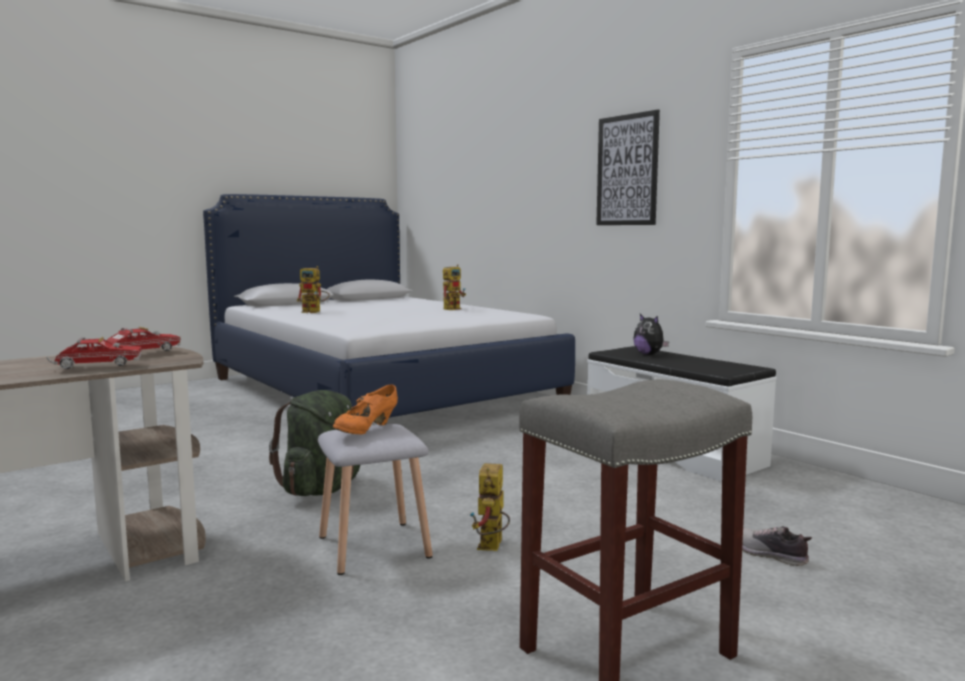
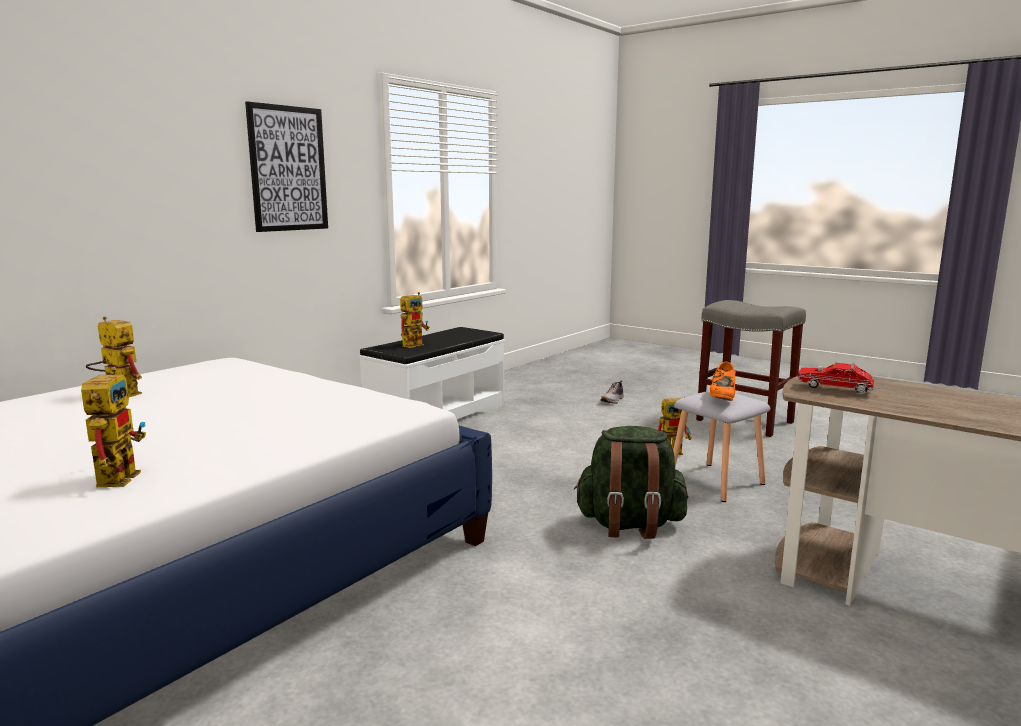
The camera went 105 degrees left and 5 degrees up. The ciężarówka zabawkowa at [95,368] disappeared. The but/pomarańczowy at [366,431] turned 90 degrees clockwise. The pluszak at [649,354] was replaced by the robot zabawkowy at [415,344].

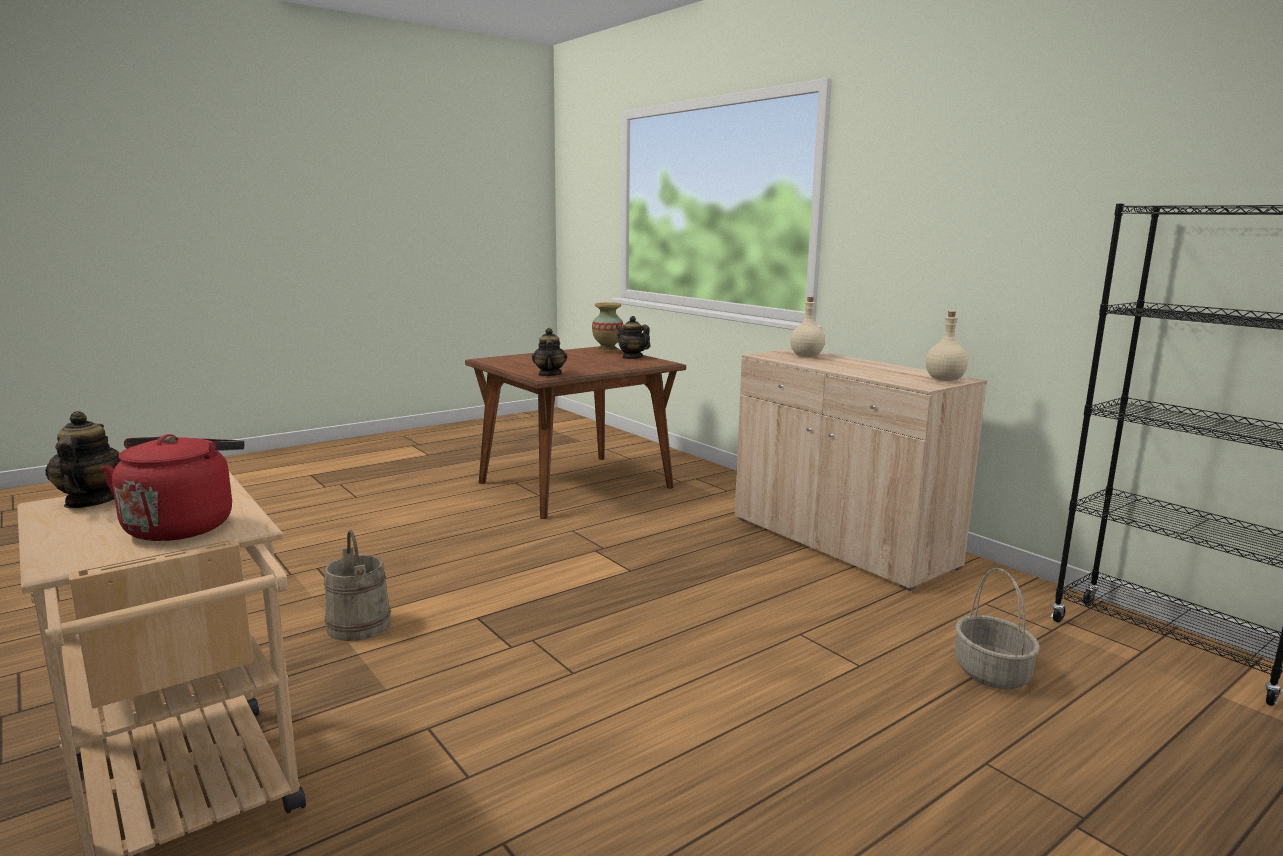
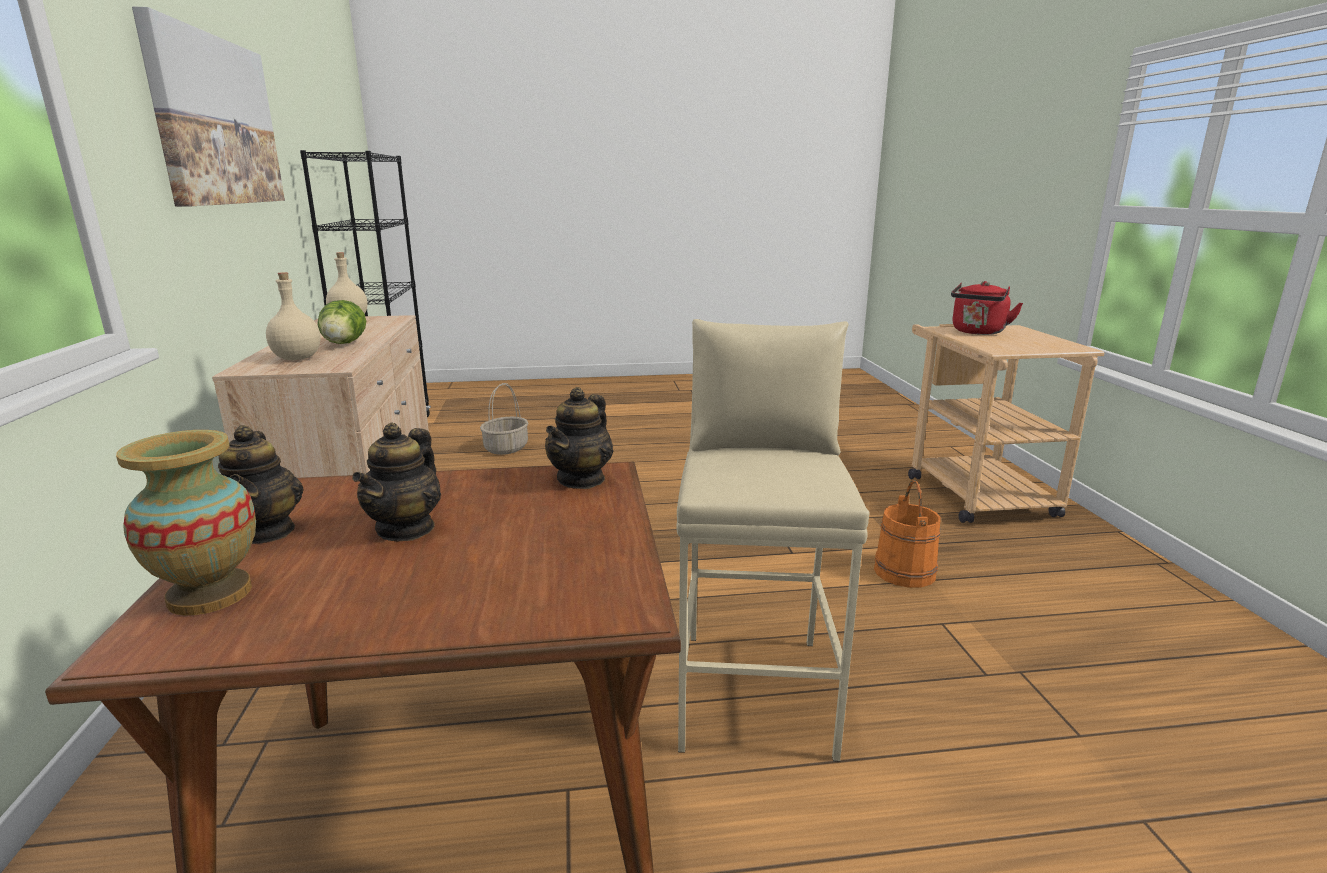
The camera went 150 degrees left and 5 degrees up. The imbryk moved from [91,501] to [406,528]. The wiadro/beżowy at [358,625] became the wiadro/pomarańczowy at [905,571]. The obraz at [216,121] appeared. The sałata at [343,344] appeared. The stołek/beżowy at [755,691] appeared.

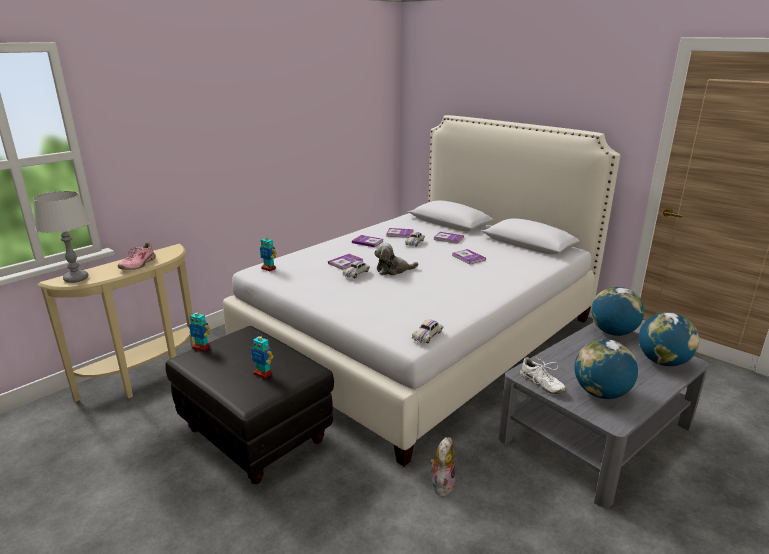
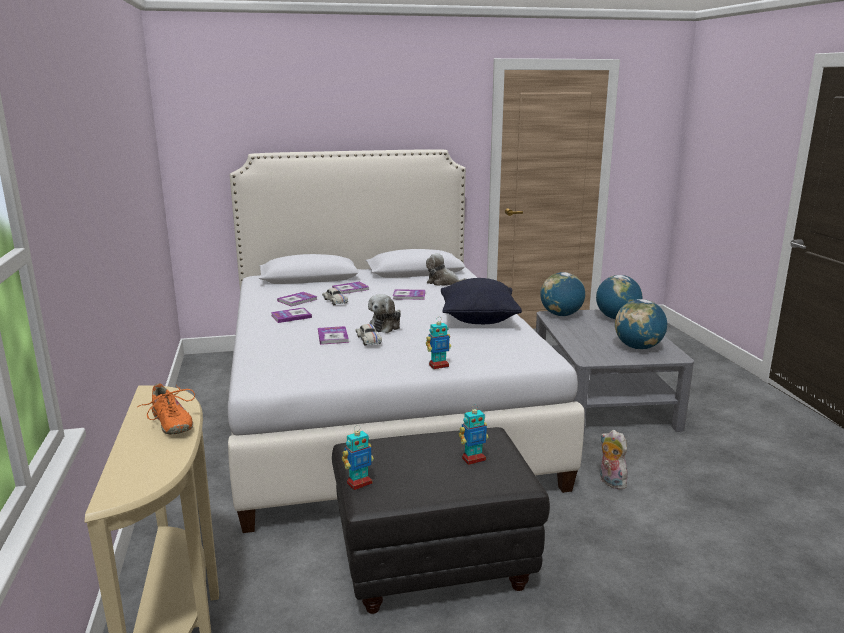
The camera went 55 degrees left and 5 degrees down. The lampa stołowa/szary at [76,278] disappeared. The but/różowy at [138,264] became the but/pomarańczowy at [171,423]. The robot zabawkowy moved from [269,268] to [438,365]. The samochodzik/biały at [427,335] disappeared. The but/biały at [541,384] disappeared. The pluszak at [443,282] appeared. The poduszka/czarny at [478,320] appeared.

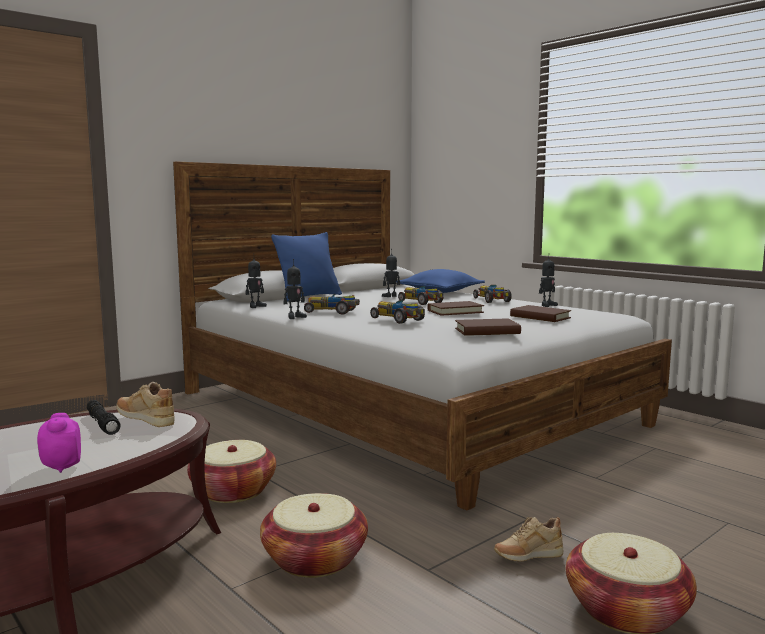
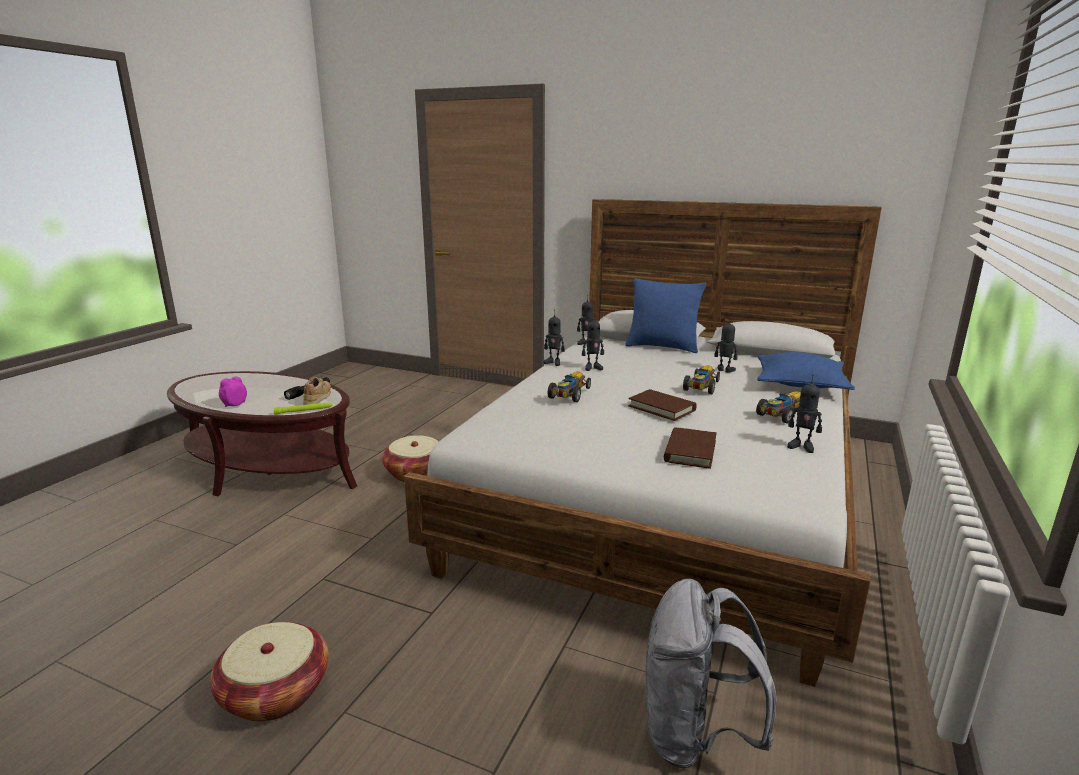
The camera went 65 degrees right and 10 degrees up. The koszyk at [314,559] disappeared. The samochodzik at [333,312] was replaced by the robot zabawkowy at [592,368]. The książka/brązowy at [487,331] disappeared. The but/beżowy at [527,557] disappeared. The latarka/zielony at [304,411] appeared. The plecak/szary at [695,735] appeared.

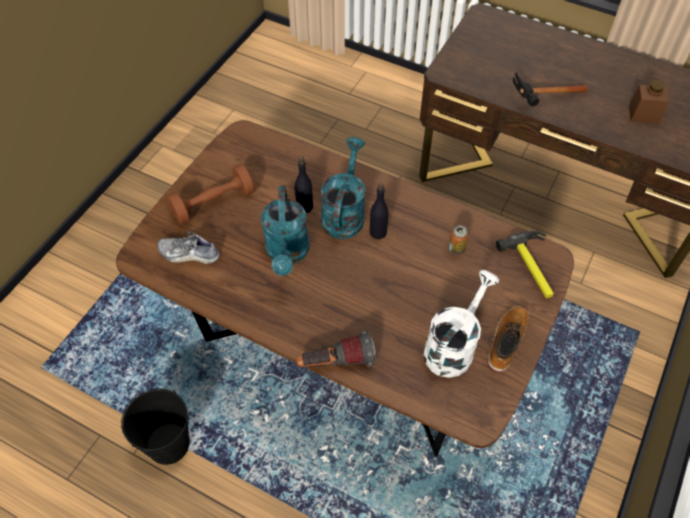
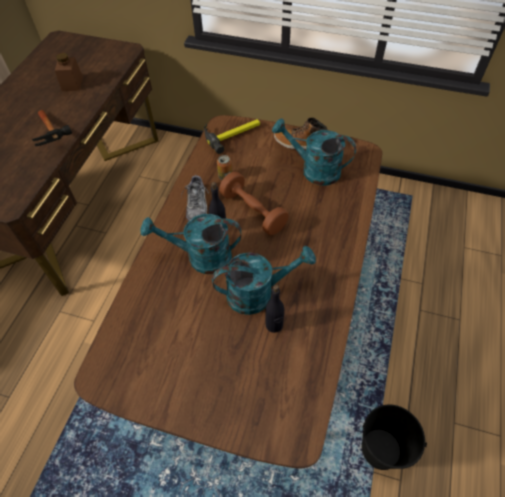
The camera went 100 degrees left and 0 degrees up. The but moved from [189,254] to [197,204]. The hantel/brązowy moved from [213,203] to [253,211]. The butelka/czarny moved from [304,207] to [274,325]. The latarka at [336,363] disappeared. The konewka/biały at [453,346] became the konewka/turkusowy at [313,170].

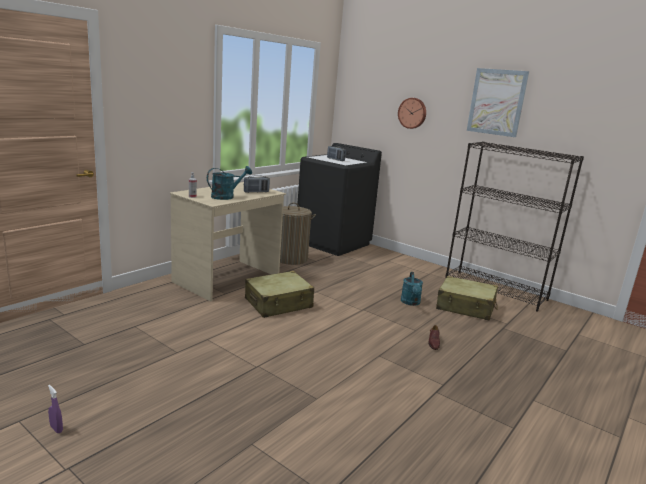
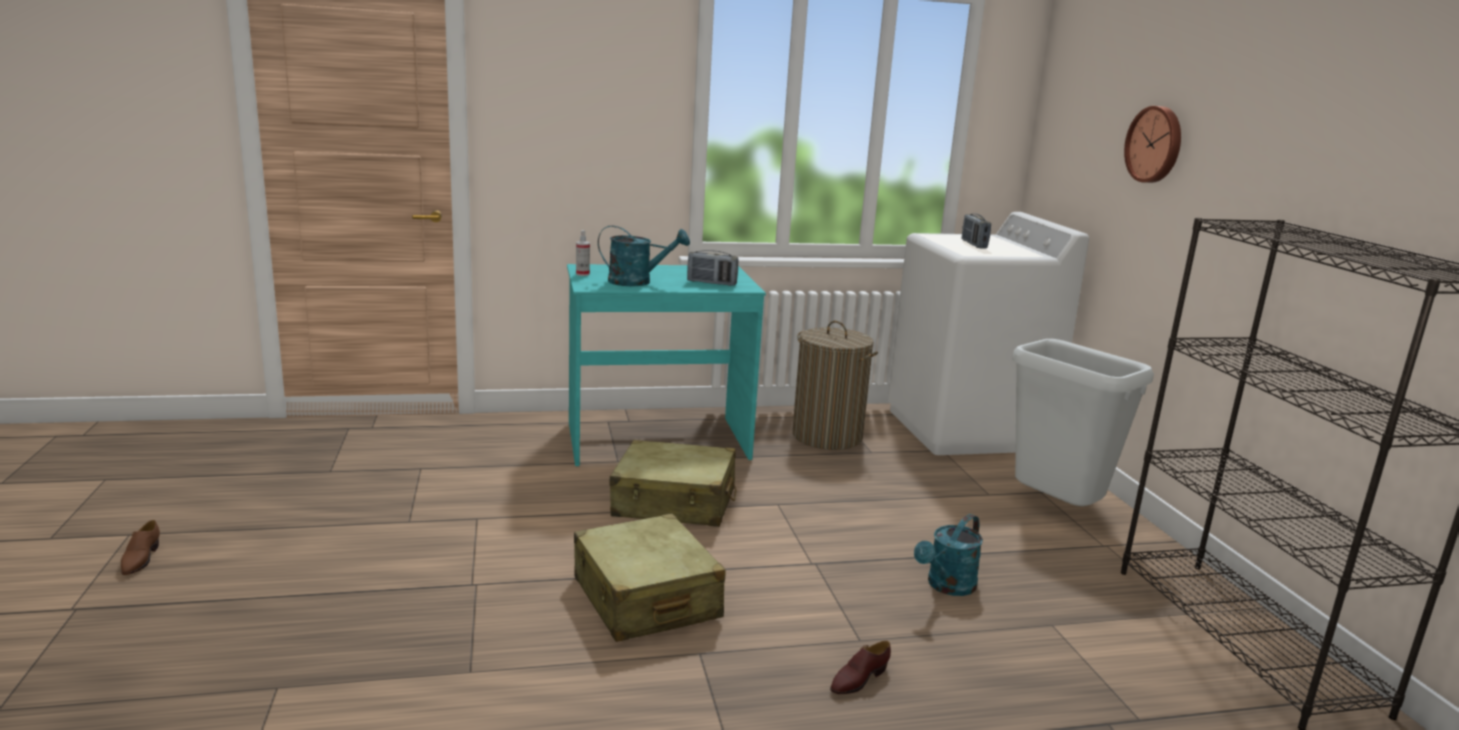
The camera went 40 degrees right and 0 degrees up. The spryskiwacz/fioletowy at [56,429] was replaced by the but/brązowy at [140,559]. The biurko/beżowy at [227,279] became the biurko/turkusowy at [657,441]. The pralka/czarny at [333,243] became the pralka/biały at [966,430]. The walizka/beżowy moved from [465,307] to [646,599]. The obraz at [496,102] disappeared. The kosz na śmieci/szary at [1056,511] appeared.

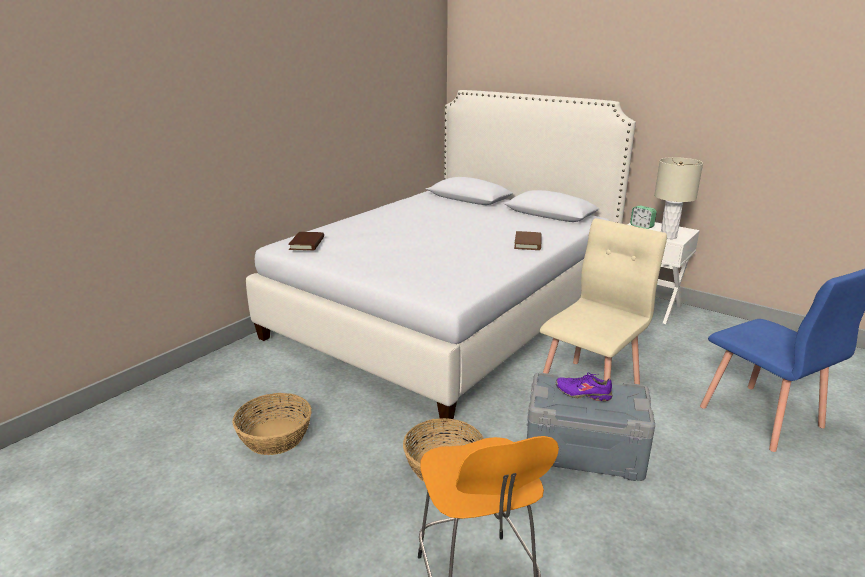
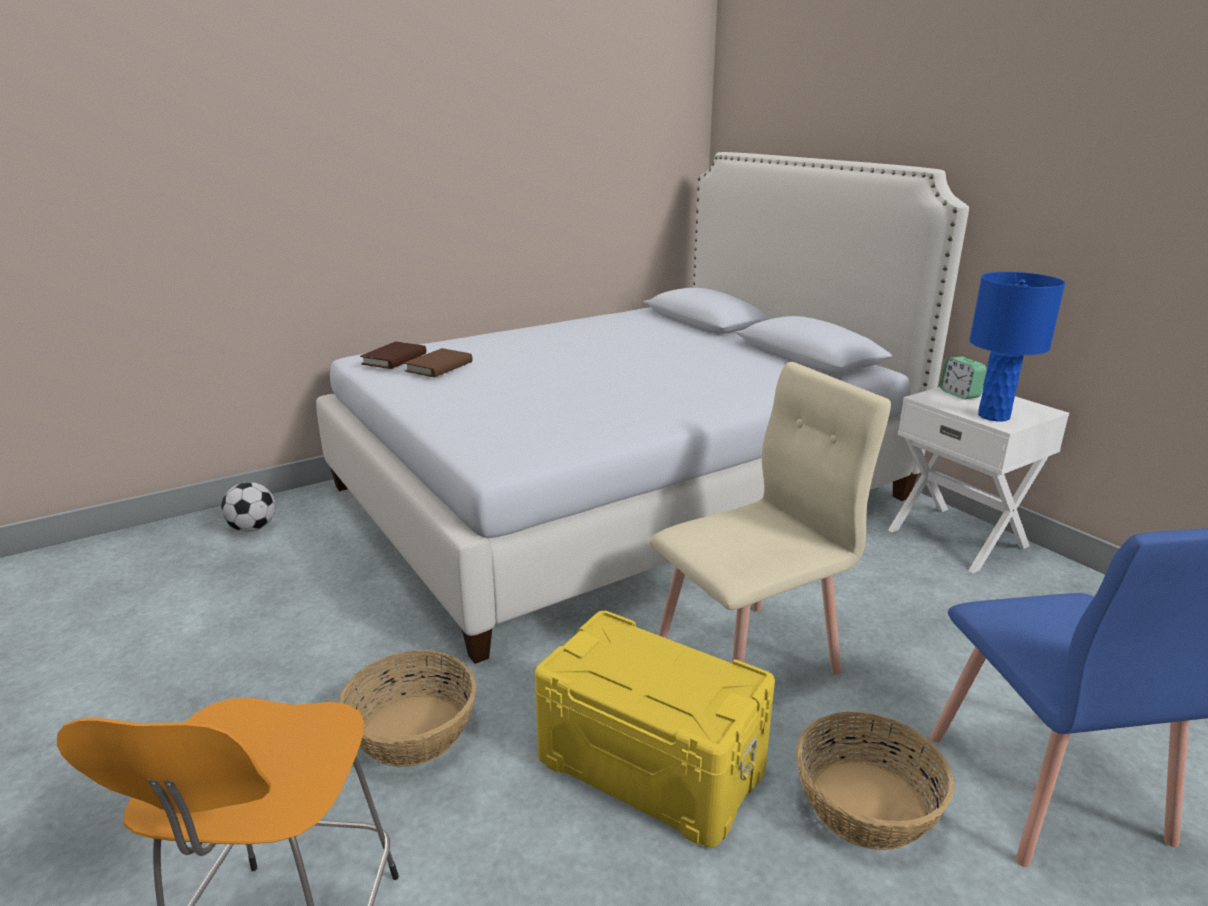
The camera went 20 degrees right and 0 degrees up. The koszyk moved from [274,436] to [865,803]. The książka/brązowy moved from [528,243] to [439,367]. The pojemnik do przechowywania/szary at [584,452] became the pojemnik do przechowywania/żółty at [650,766]. The but/fioletowy at [583,393] disappeared. The lampa stołowa/beżowy at [668,236] became the lampa stołowa/niebieski at [993,416]. The piłka futbolowa at [253,528] appeared.

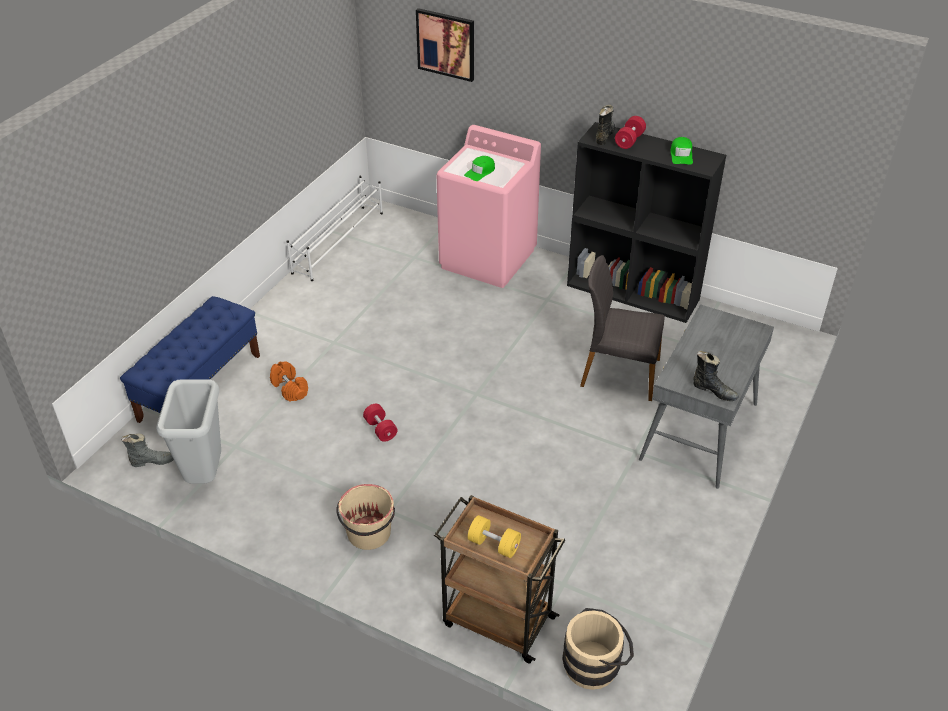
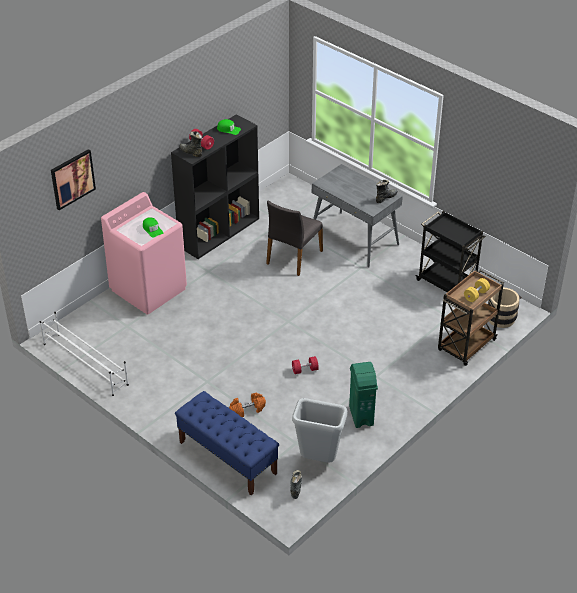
The camera went 75 degrees left and 0 degrees up. The wiadro/beżowy at [369,534] disappeared. The kosz na śmieci/zielony at [361,415] appeared. The wózek/czarny at [447,284] appeared.

